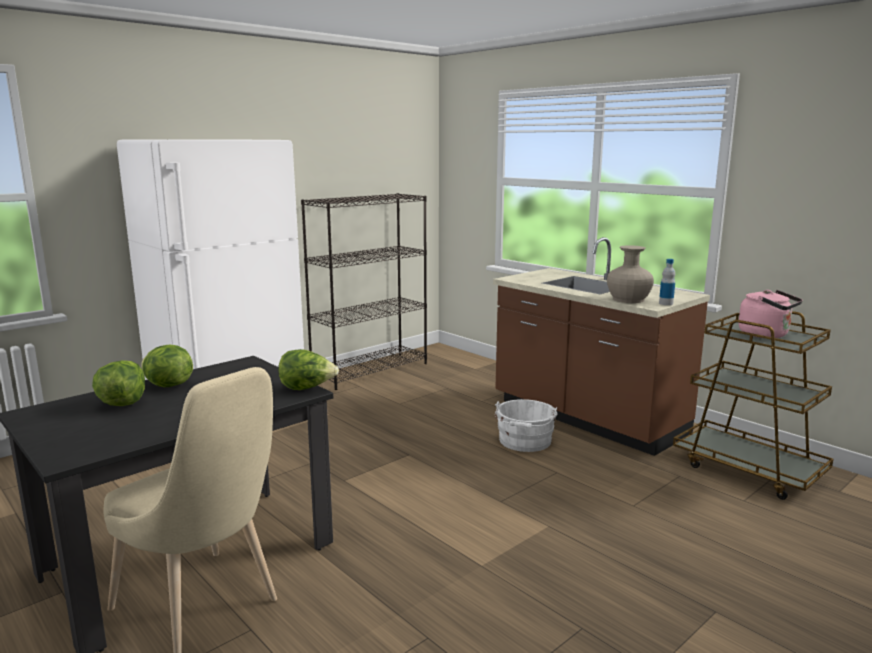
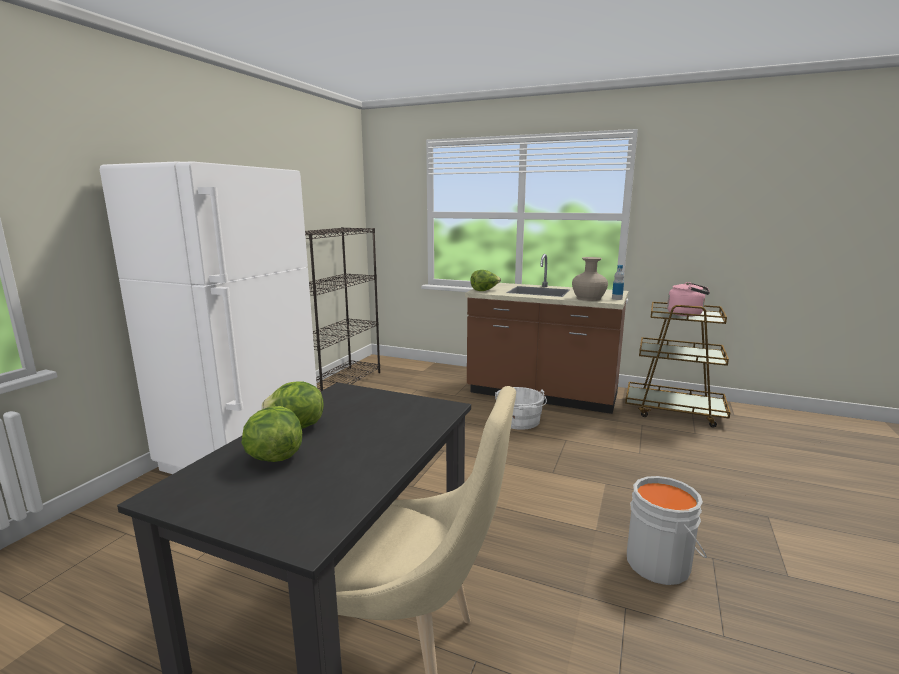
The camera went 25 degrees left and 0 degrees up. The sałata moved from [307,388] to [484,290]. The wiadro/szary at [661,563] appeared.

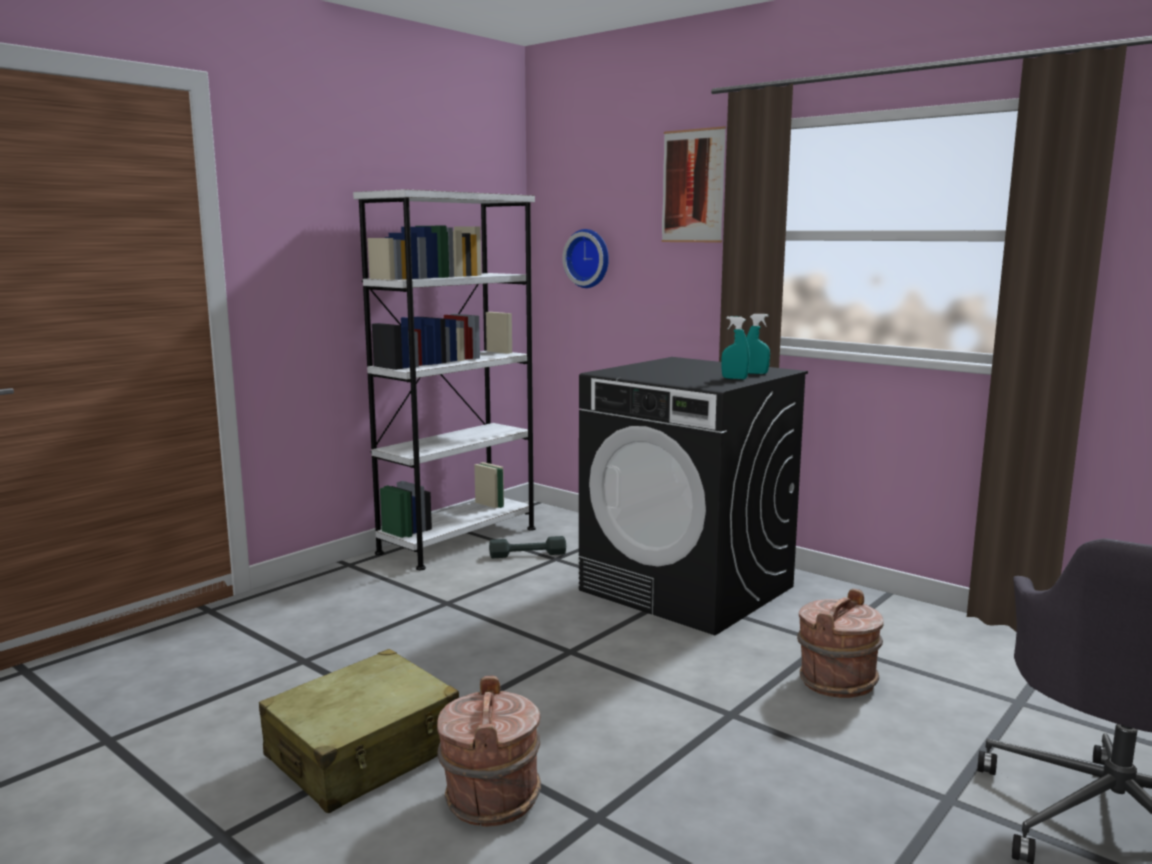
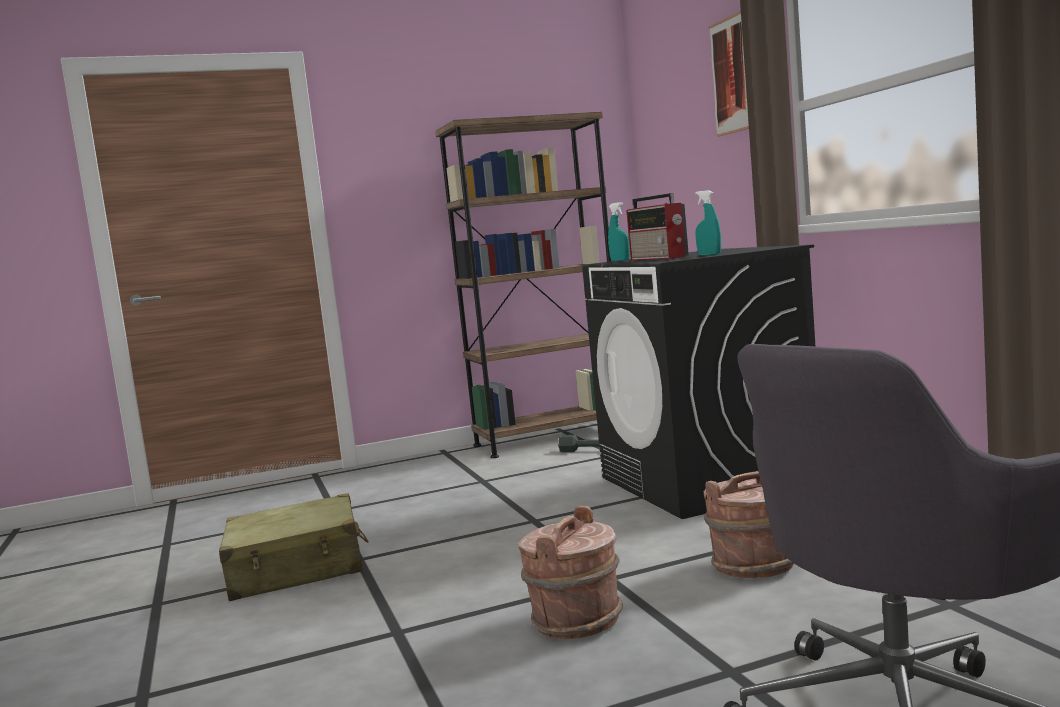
The camera went 30 degrees right and 5 degrees down. The regał/biały at [458,540] became the regał/brązowy at [550,439]. The wiadro/brązowy moved from [490,798] to [575,620]. The zegar ścienny at [589,258] disappeared. The spryskiwacz/turkusowy moved from [755,373] to [620,260]. The radio at [659,258] appeared.

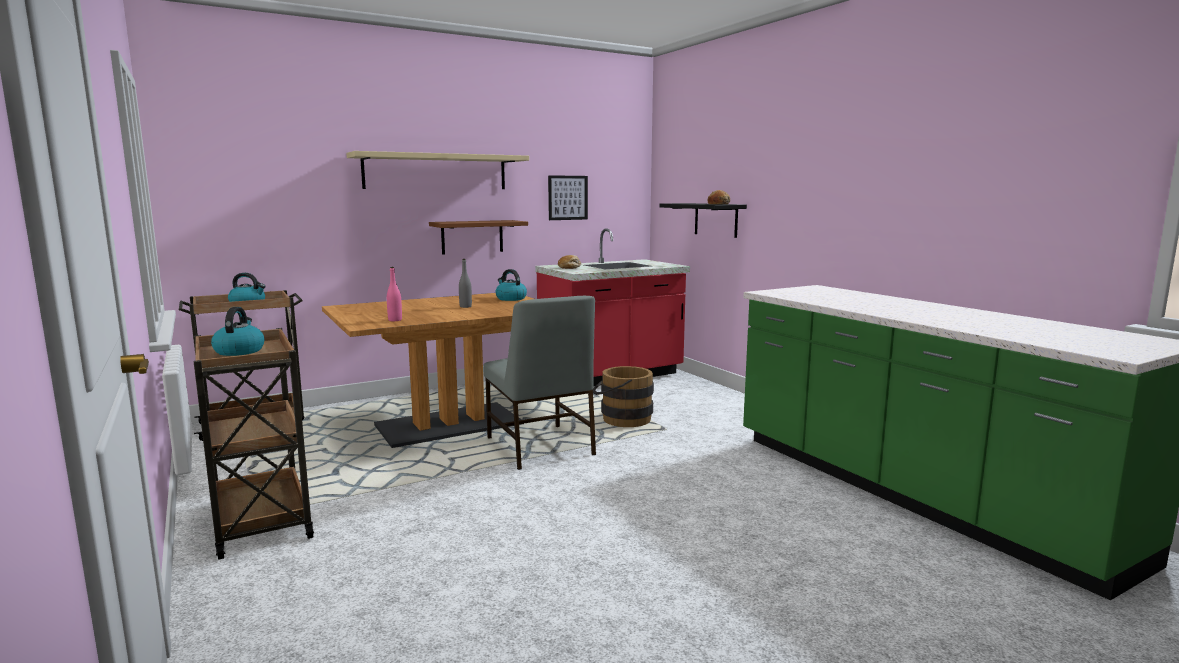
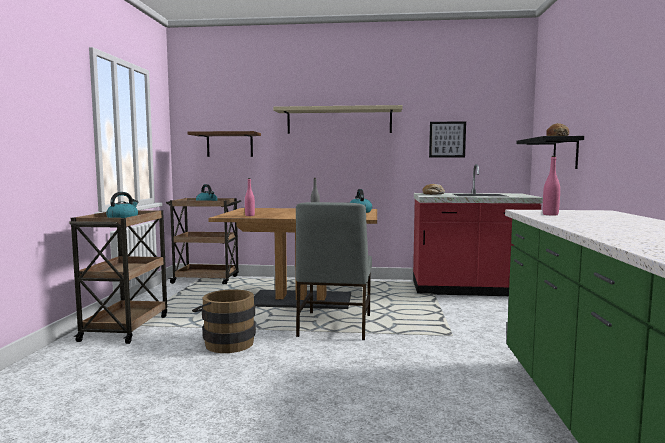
The camera went 35 degrees right and 5 degrees down. The półka/brązowy moved from [472,237] to [229,145]. The wiadro/brązowy moved from [621,420] to [226,342]. The butelka/różowy at [550,214] appeared.

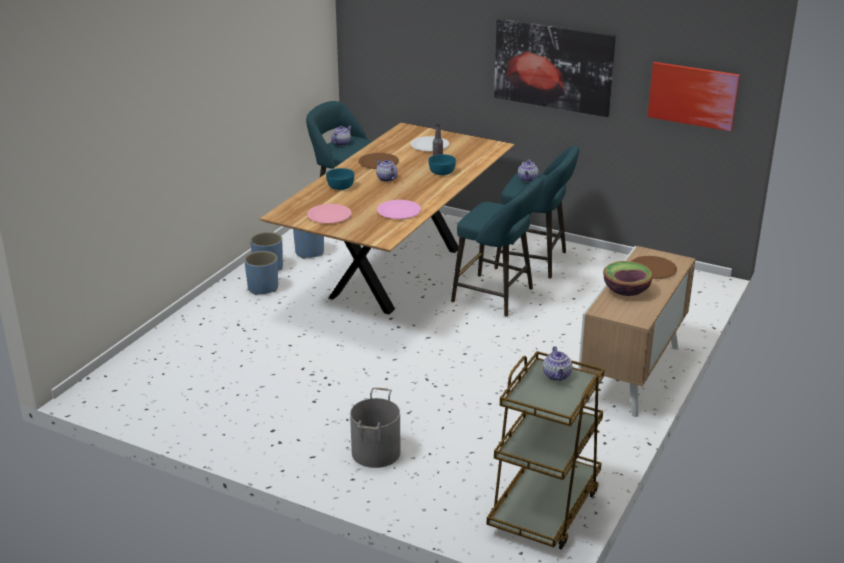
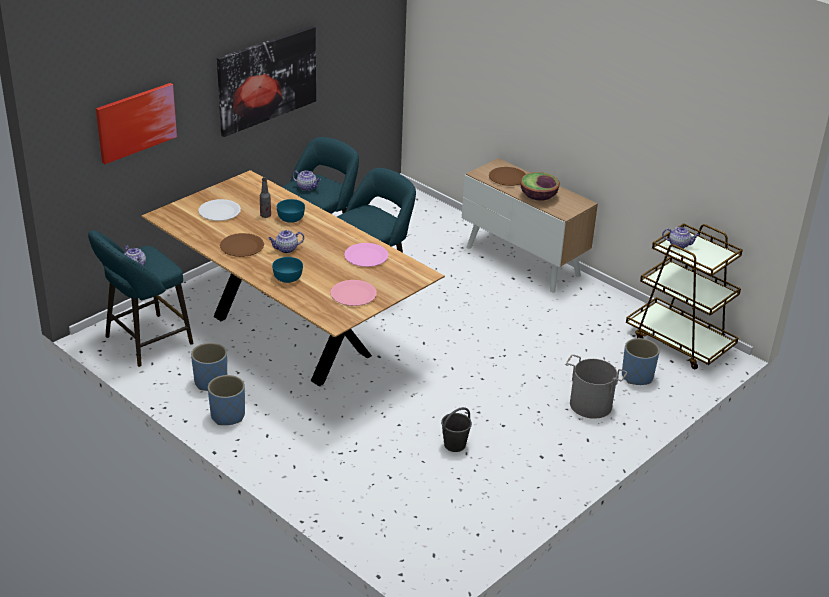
The camera went 75 degrees left and 5 degrees up. The donica/niebieski moved from [263,288] to [637,376]. The obraz moved from [693,95] to [136,122]. The wiadro/szary at [454,445] appeared.

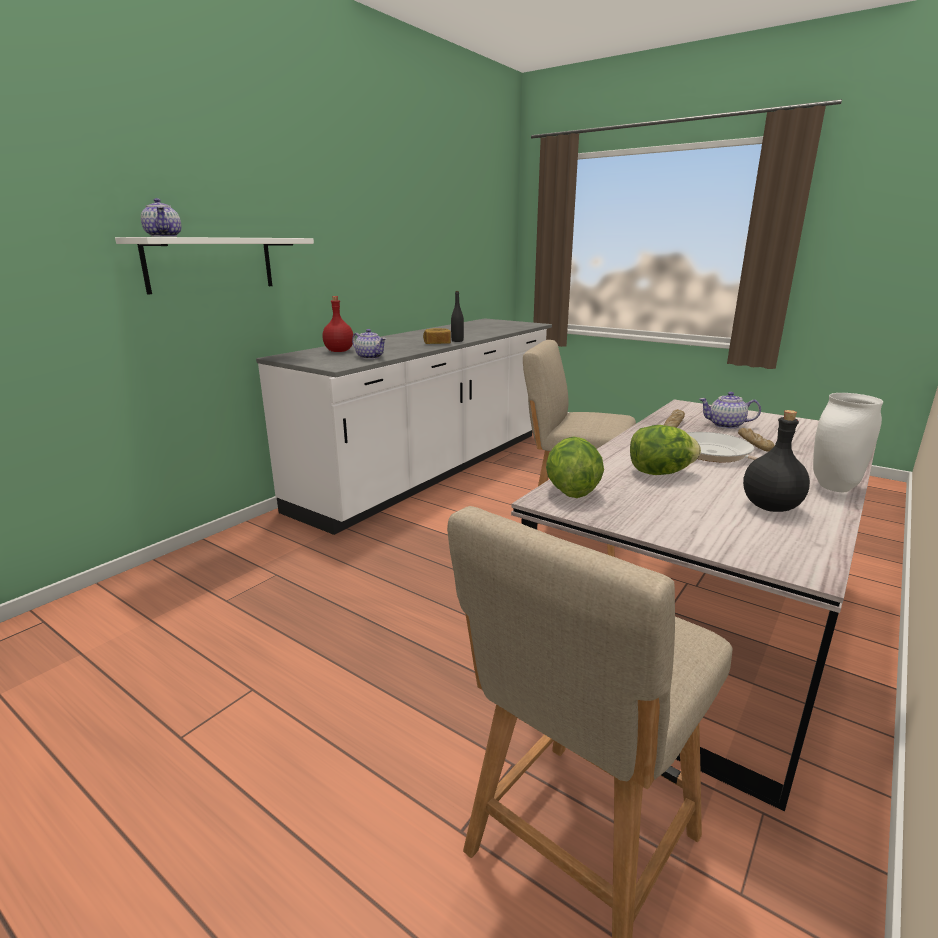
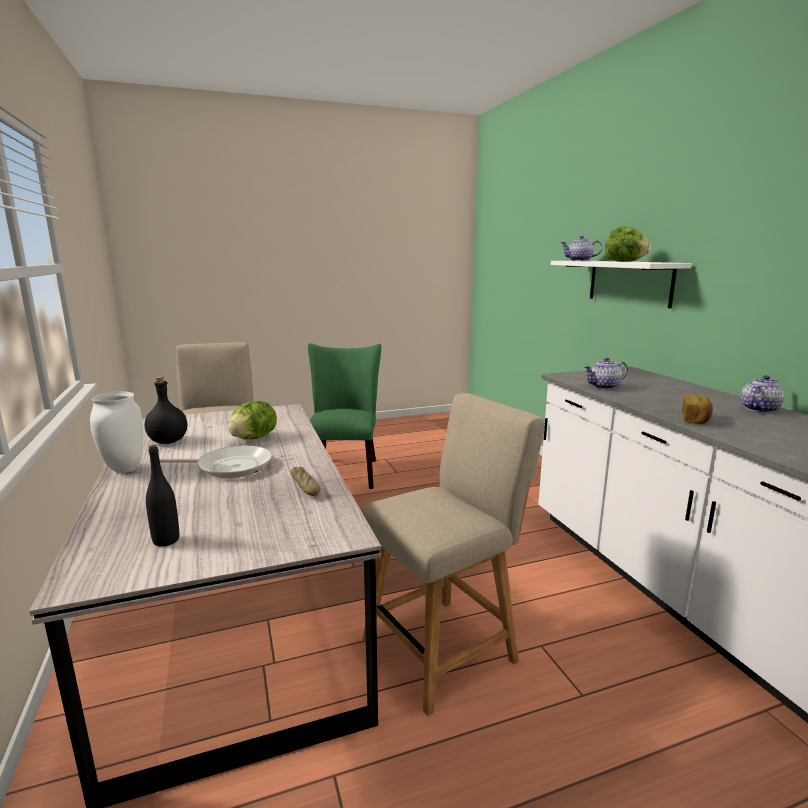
The camera went 125 degrees right and 5 degrees down. The butelka/czerwony at [339,351] disappeared. The butelka/czarny moved from [457,341] to [166,540]. The sałata moved from [571,491] to [624,261]. The imbryk moved from [725,425] to [758,409]. The chleb at [754,445] disappeared. The krzesło/zielony at [344,471] appeared.

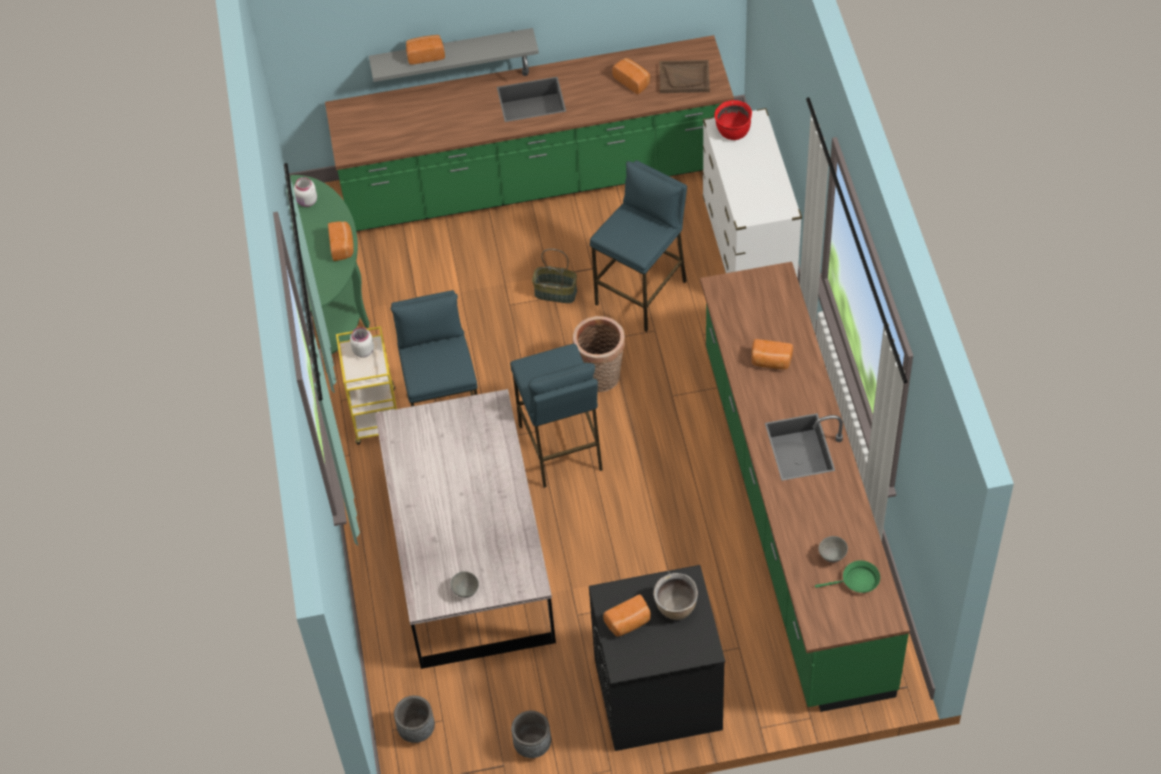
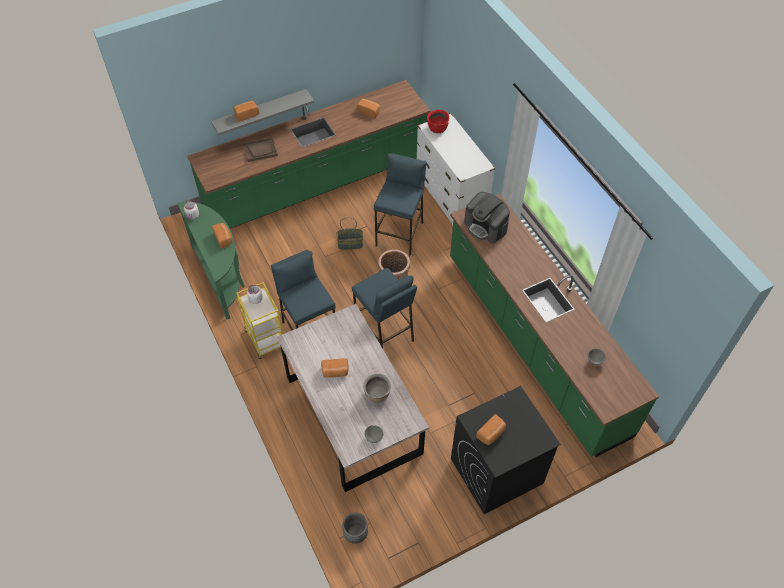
The camera went 20 degrees left and 0 degrees up. The donica/szary at [532,745] disappeared. The garnek/brązowy moved from [676,608] to [377,395]. The taca/brązowy moved from [684,78] to [260,150]. The chleb moved from [771,362] to [335,372]. The patelnia/zielony at [857,581] disappeared. The ekspres do kawy at [486,226] appeared.

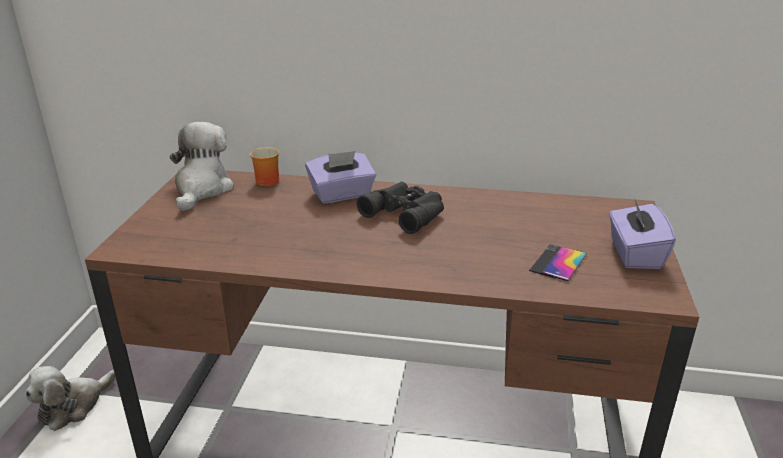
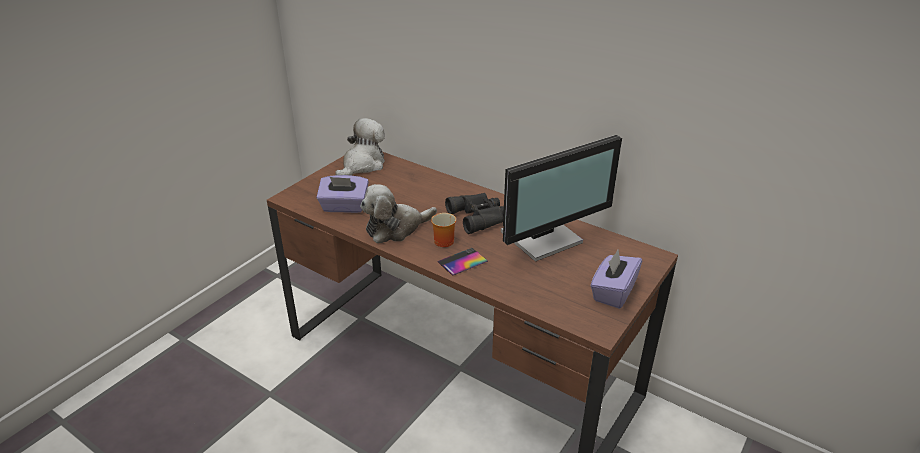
The camera went 25 degrees right and 5 degrees up. The pluszak moved from [73,406] to [396,228]. The kubek moved from [265,180] to [442,240]. The pudełko chusteczek/fioletowy moved from [342,194] to [344,207]. The telefon moved from [558,263] to [462,261]. The monitor at [544,238] appeared.

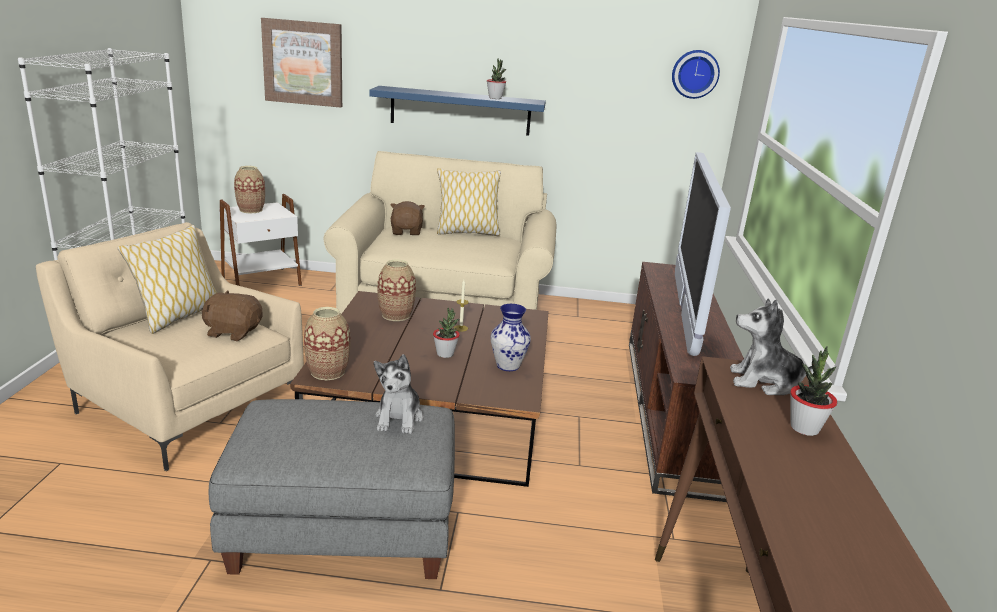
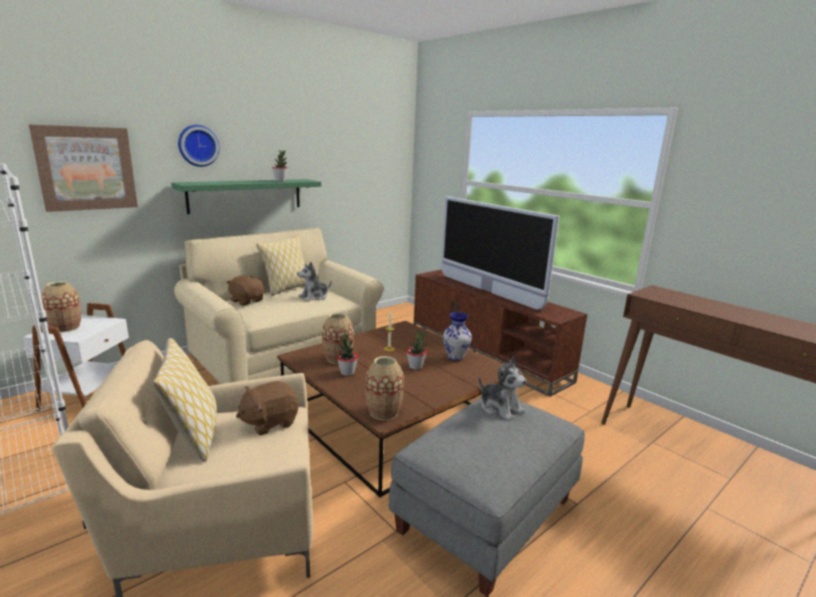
The camera went 45 degrees left and 5 degrees down. The półka/niebieski at [460,111] became the półka/zielony at [246,195]. The zegar ścienny moved from [694,74] to [198,145]. The pluszak moved from [764,382] to [314,297]. The roślina doniczkowa moved from [804,428] to [347,372].

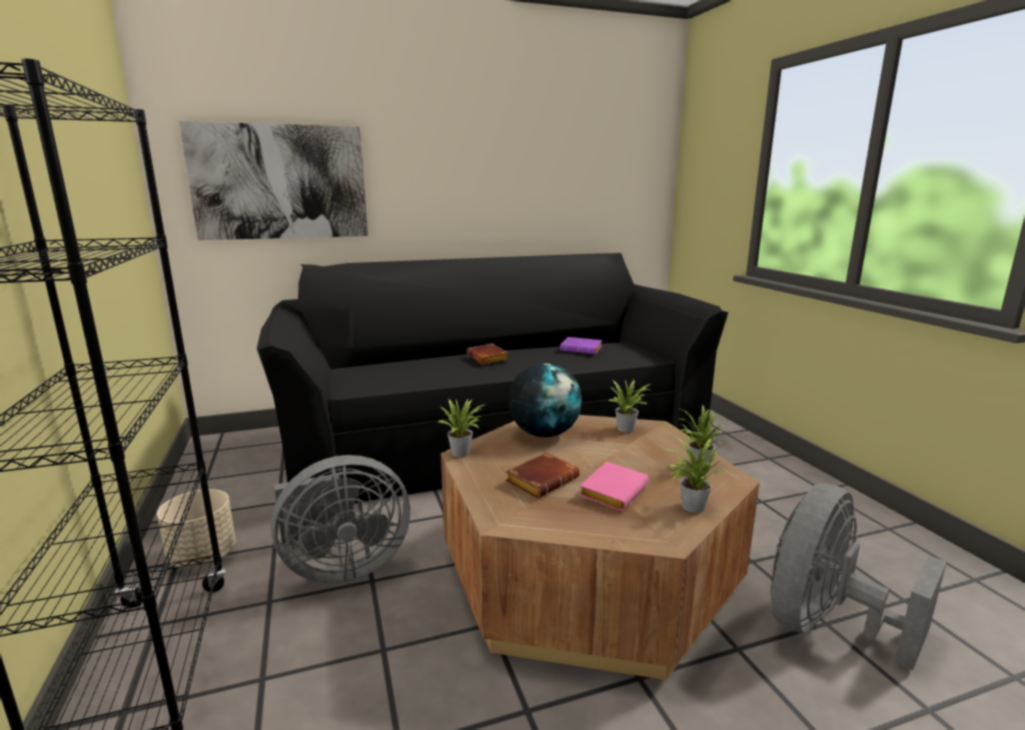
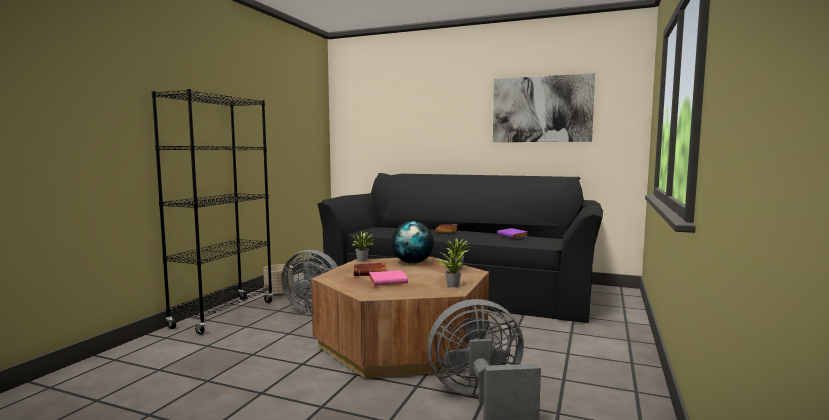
The camera went 40 degrees right and 10 degrees down. The obraz moved from [280,182] to [541,109]. The roślina doniczkowa at [690,506] disappeared.

